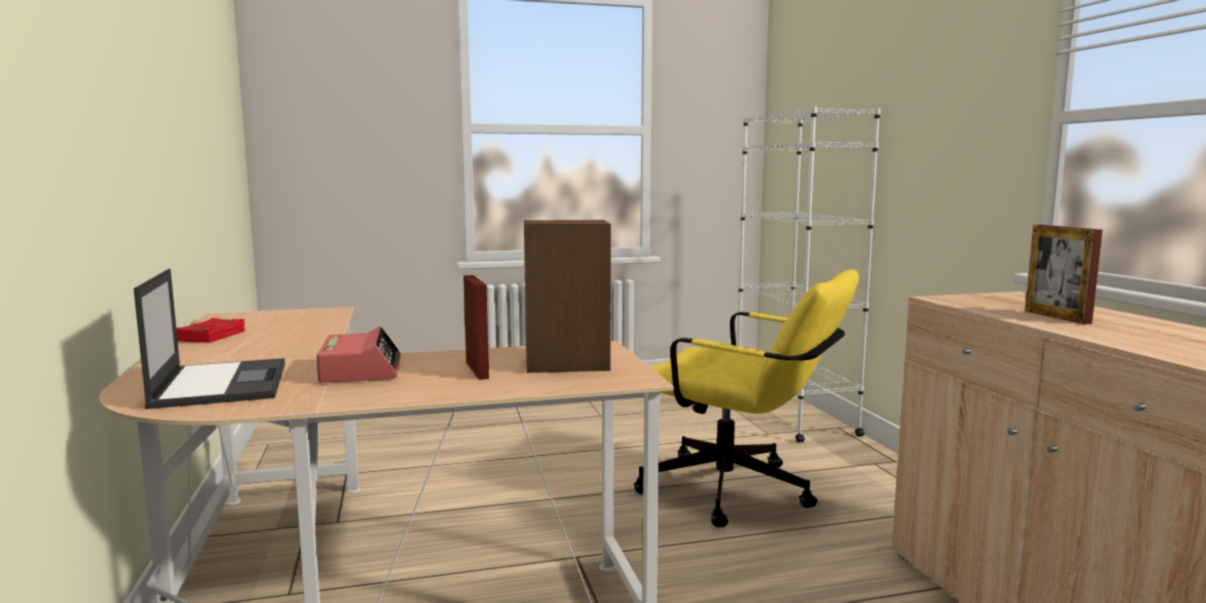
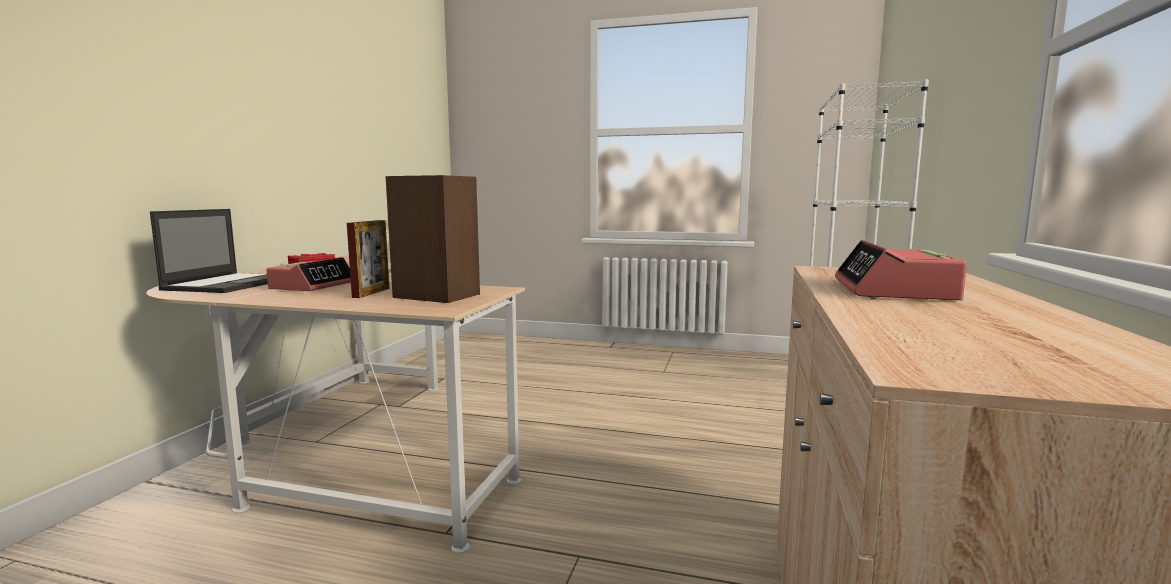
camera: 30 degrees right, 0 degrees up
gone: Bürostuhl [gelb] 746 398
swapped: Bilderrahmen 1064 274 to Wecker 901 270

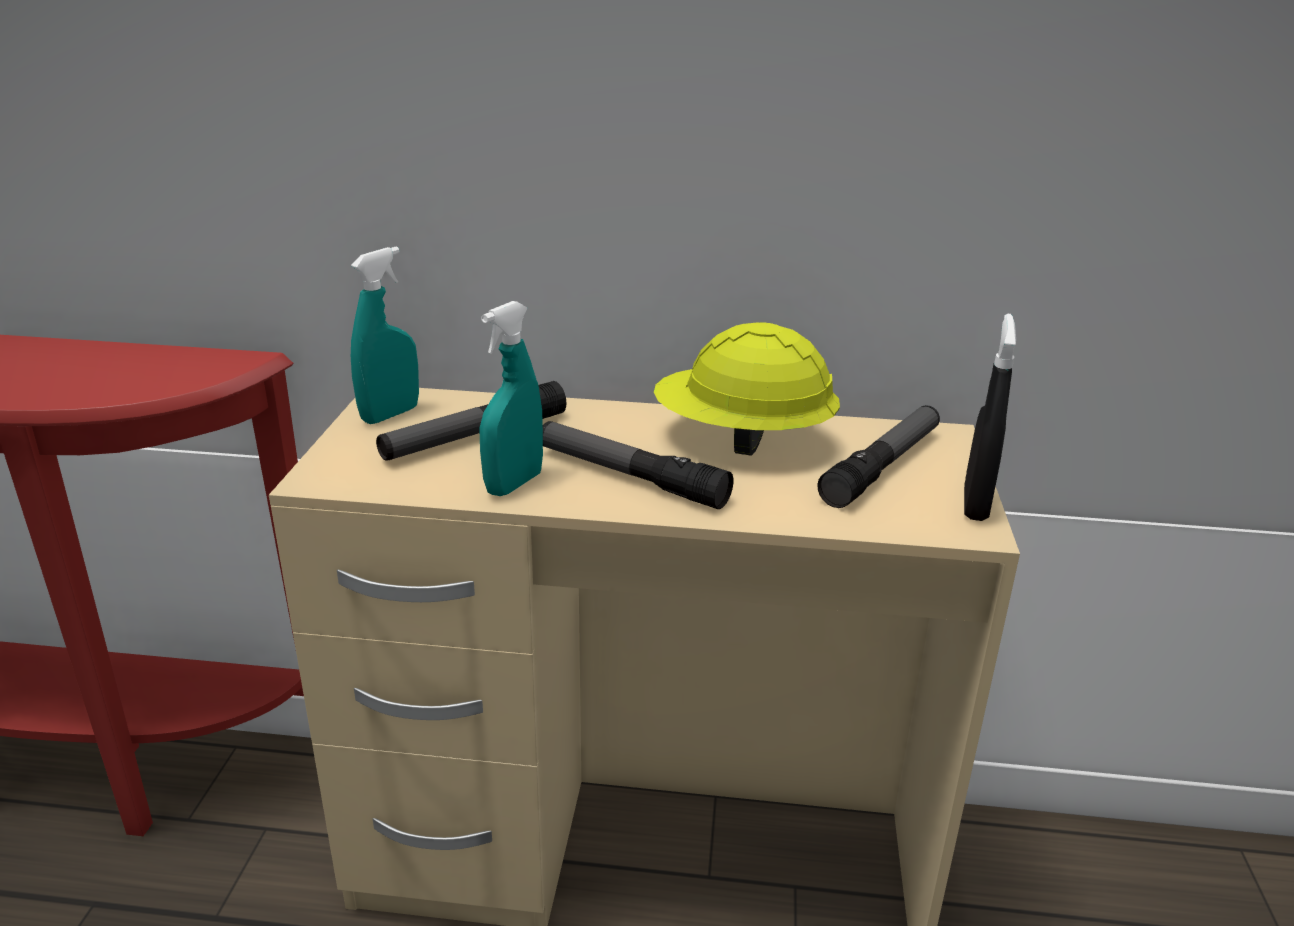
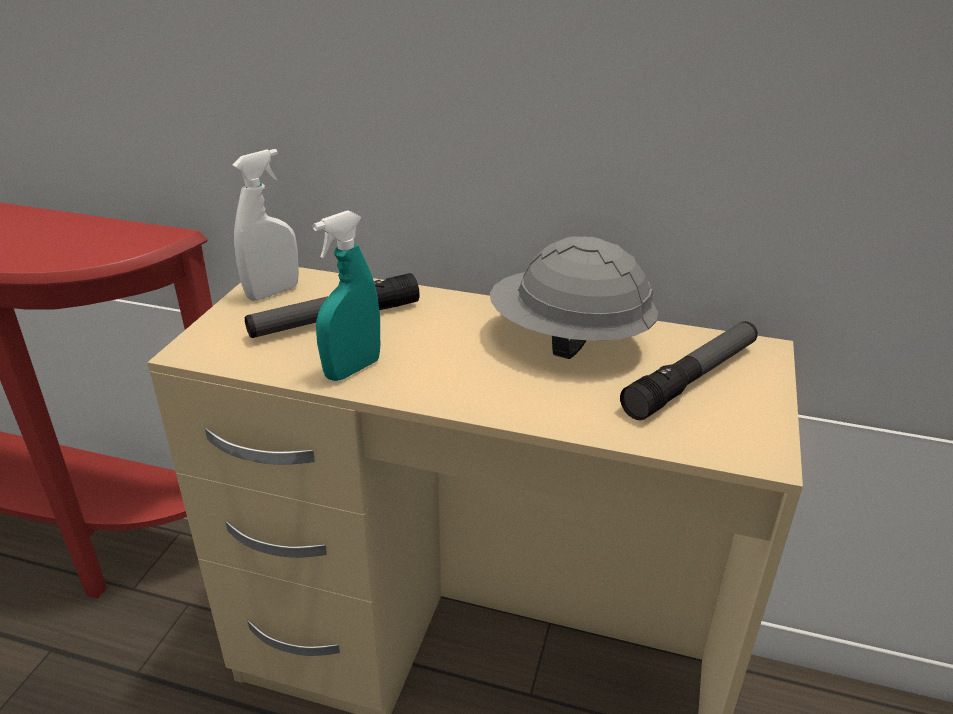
camera: 10 degrees right, 5 degrees up
gone: Taschenlampe 638 465; Sprühflasche [schwarz] 990 417
repainted: Sprühflasche [türkis] 385 335 to Sprühflasche [weiß] 265 225; Schutzhelm [gelb] 747 389 to Schutzhelm [grau] 574 297

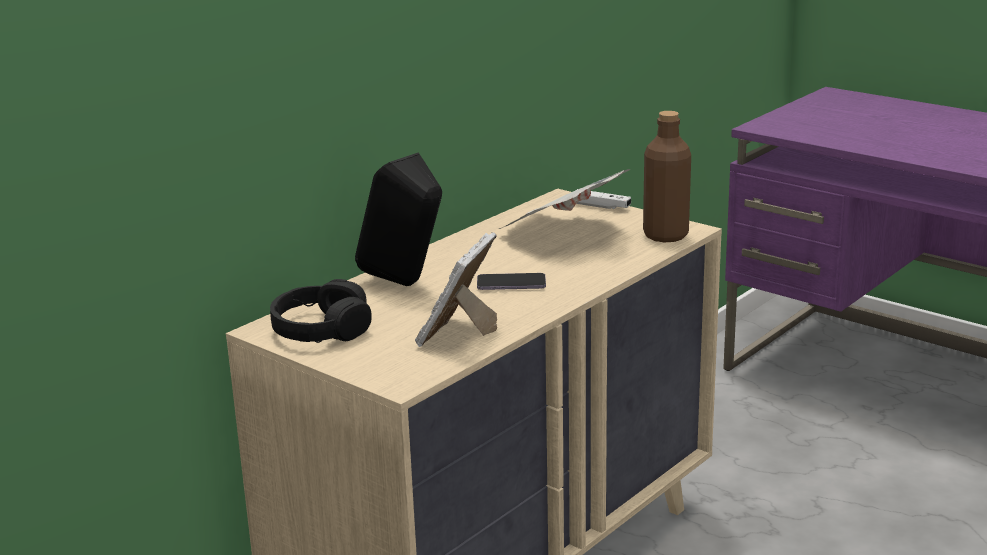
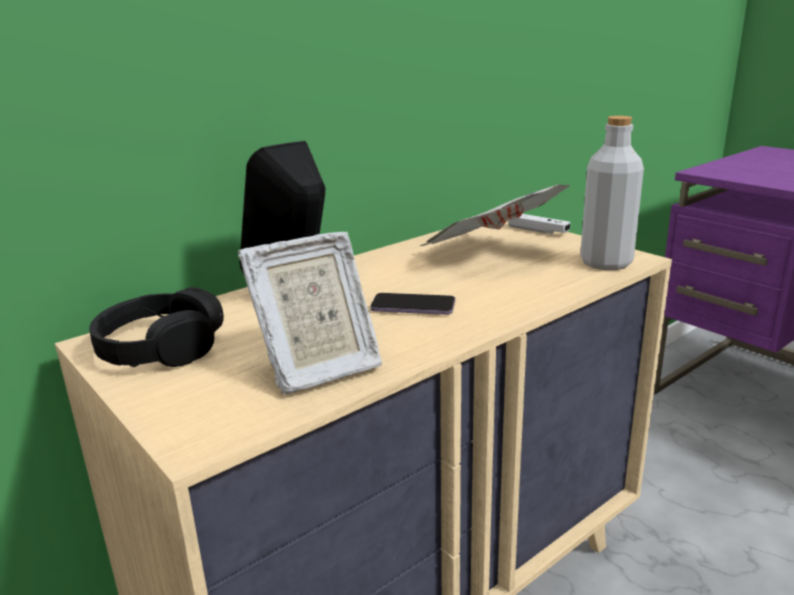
camera: 10 degrees right, 0 degrees up
repainted: Flasche [braun] 667 176 to Flasche [grau] 612 193
rotated: Bilderrahmen 456 290 = 310 313 150 degrees counterclockwise

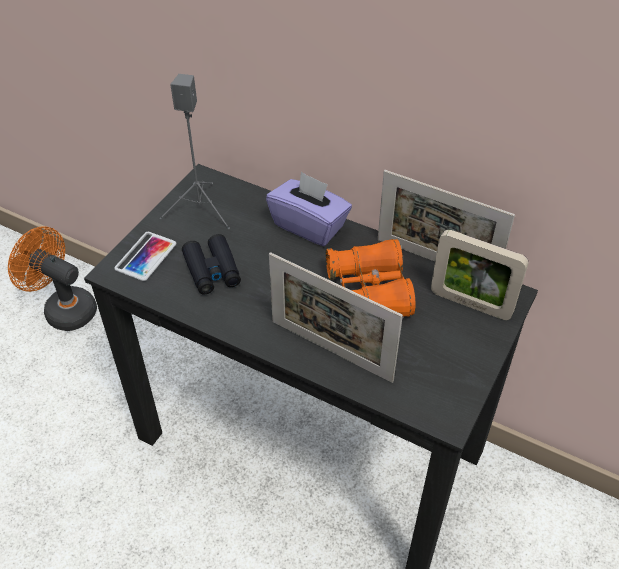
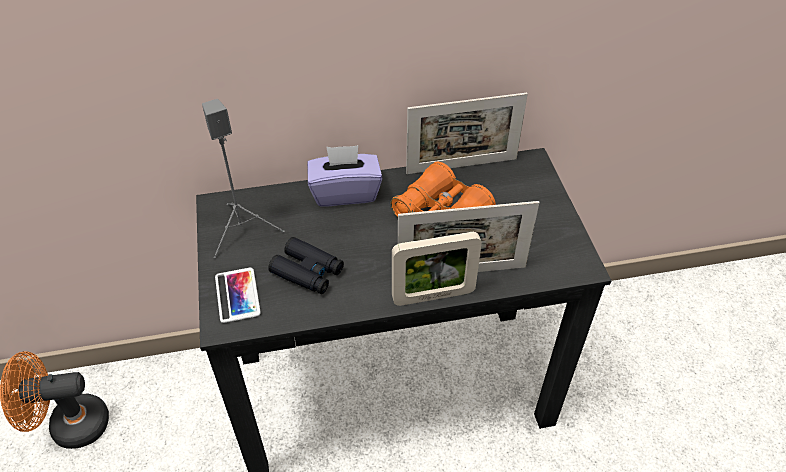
camera: 40 degrees left, 0 degrees up
shifted: Bilderrahmen 480 275 to 437 269

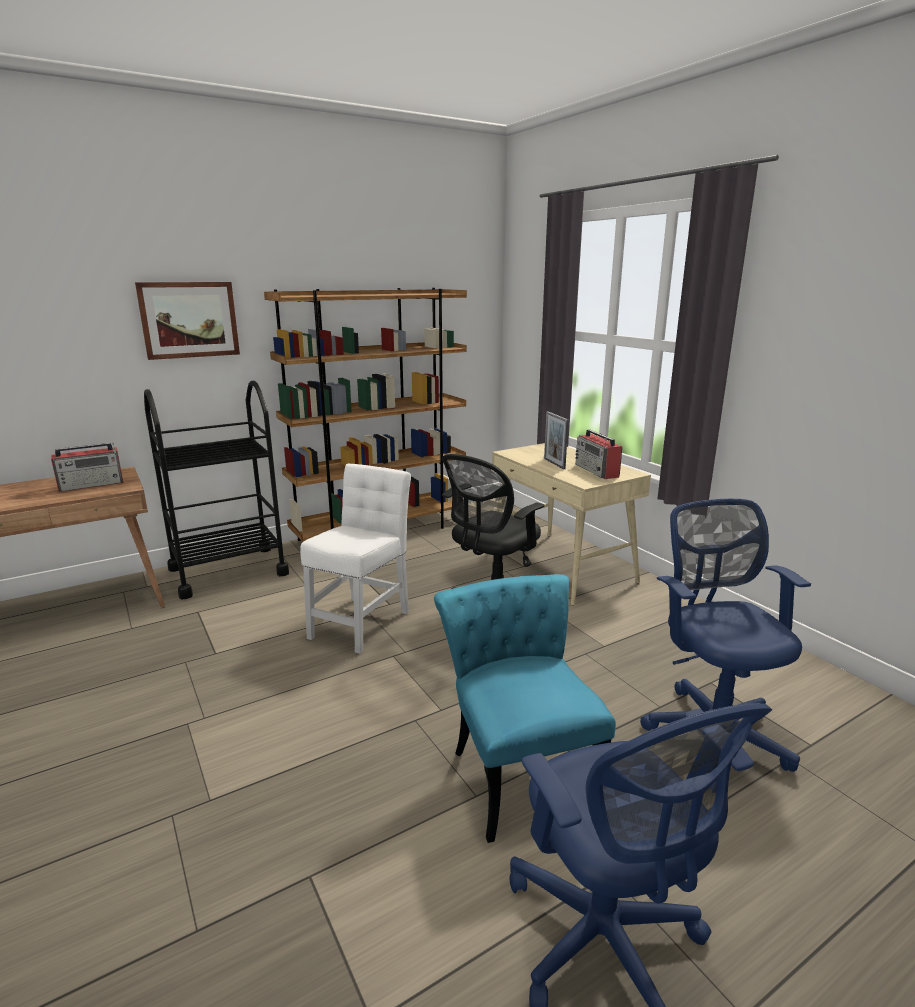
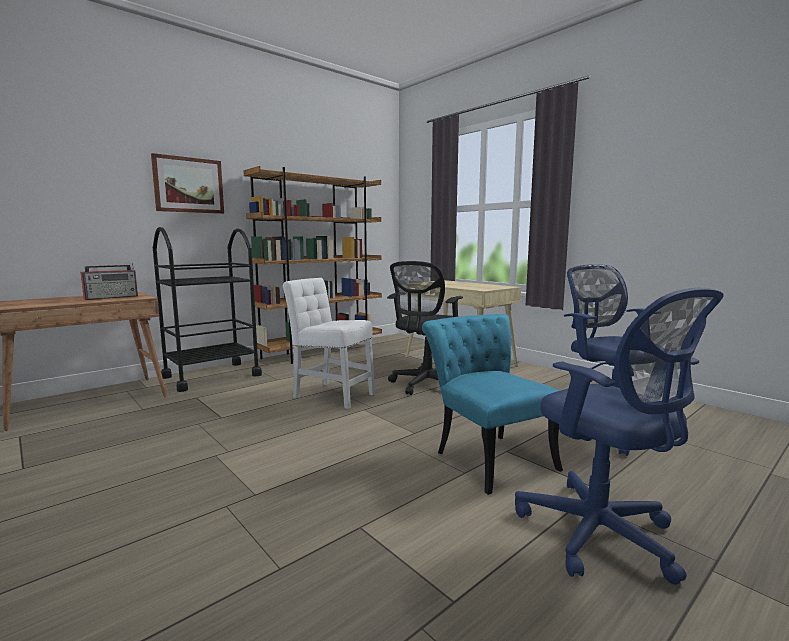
camera: 10 degrees left, 10 degrees down
gone: Bilderrahmen 556 440; Radio 598 454
rotated: Stuhl [weiß] 355 559 = 329 343 75 degrees counterclockwise

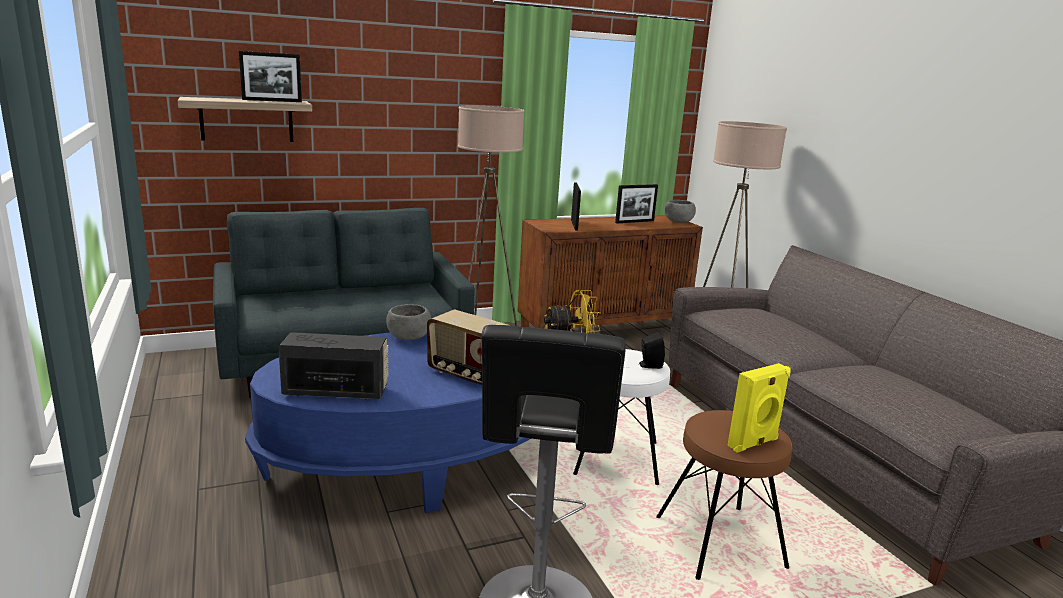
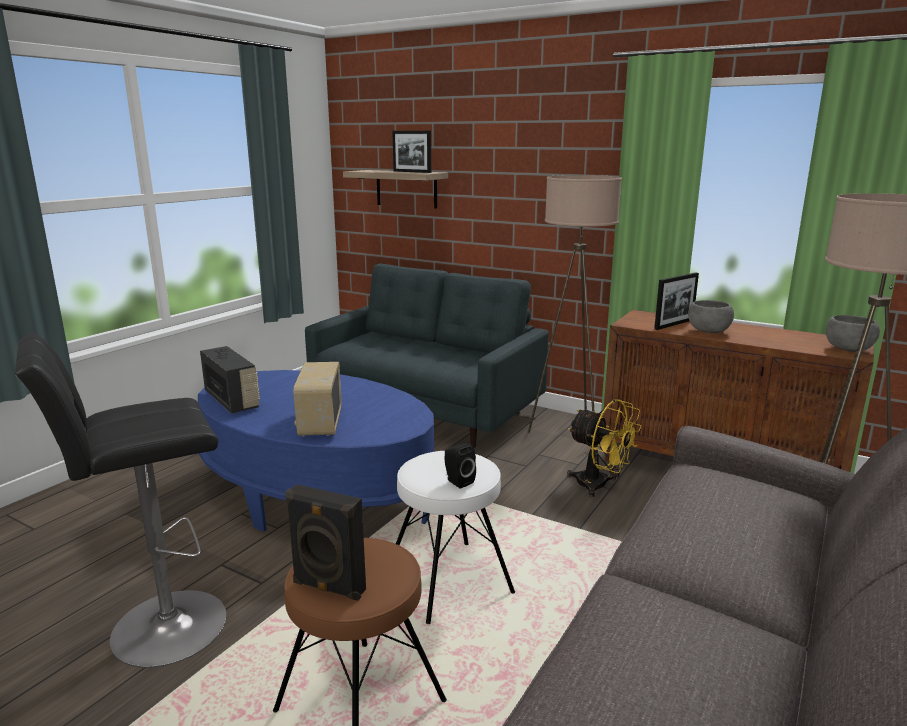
camera: 55 degrees right, 0 degrees up
gone: Bilderrahmen 636 203
shifted: Schüssel [grau] 408 322 to 711 316
repainted: Lautsprecher [gelb] 759 408 to Lautsprecher [schwarz] 325 542

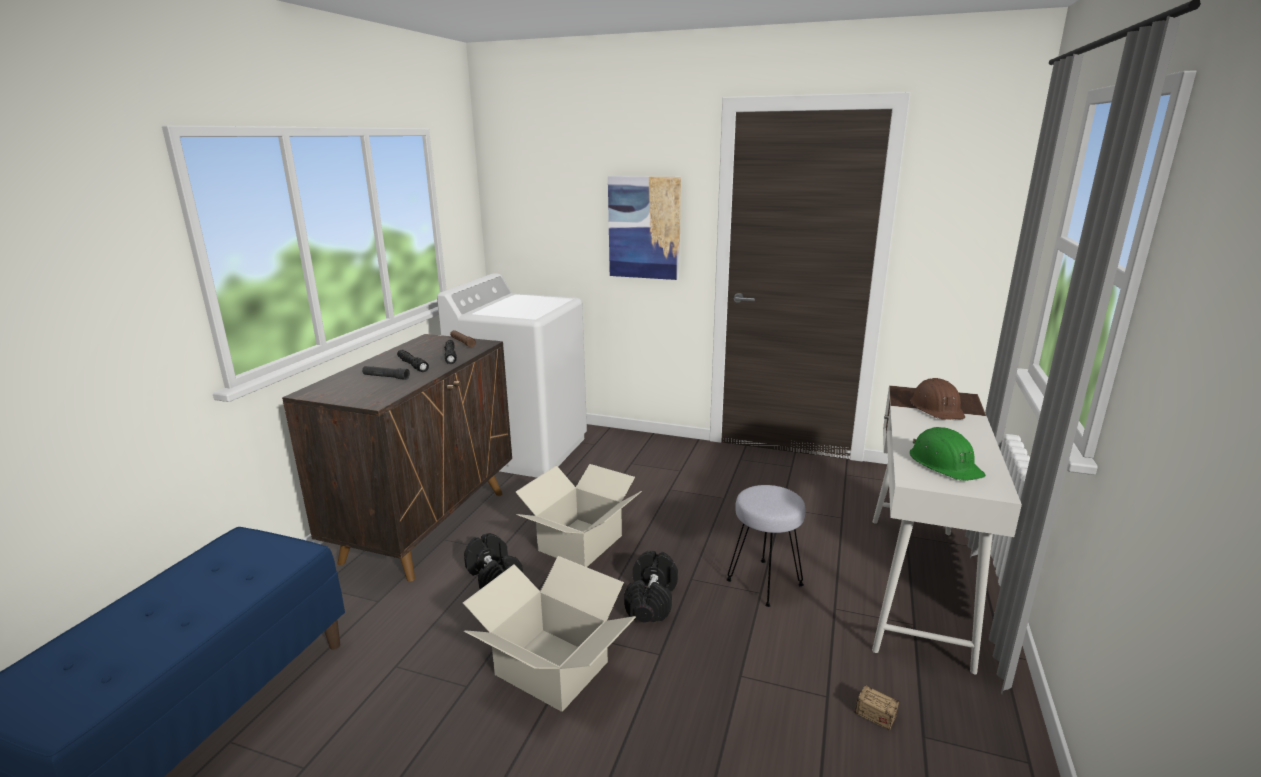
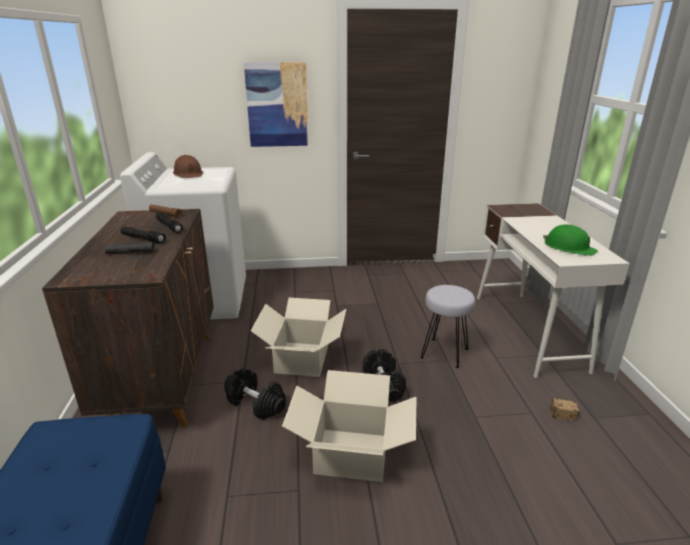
camera: 25 degrees left, 5 degrees up
shifted: Schutzhelm [braun] 937 399 to 188 166

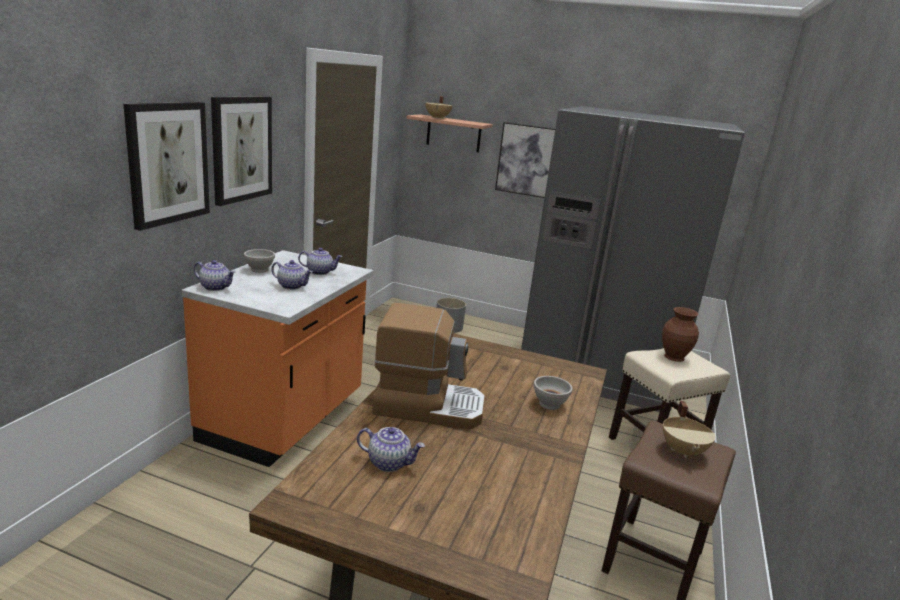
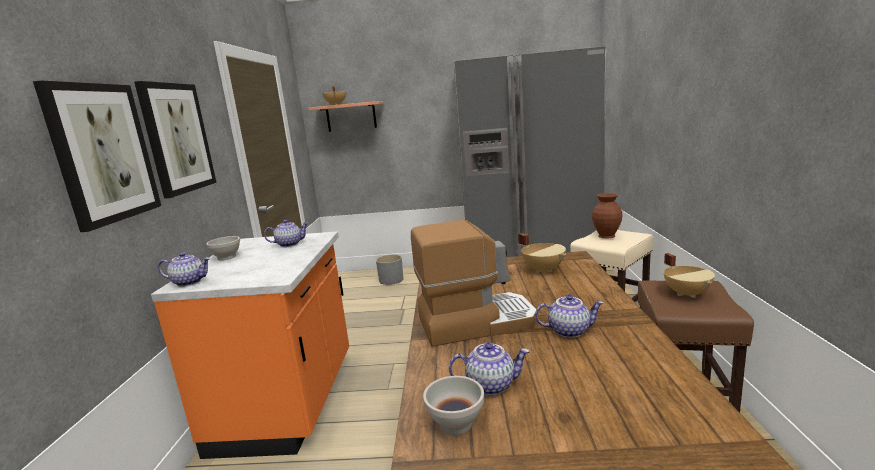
camera: 15 degrees left, 5 degrees down
gone: Bild 525 160
new: Kochtopf [beige] 542 253
shifted: Teekanne 292 275 to 569 316; Schüssel [weiß] 553 393 to 454 405

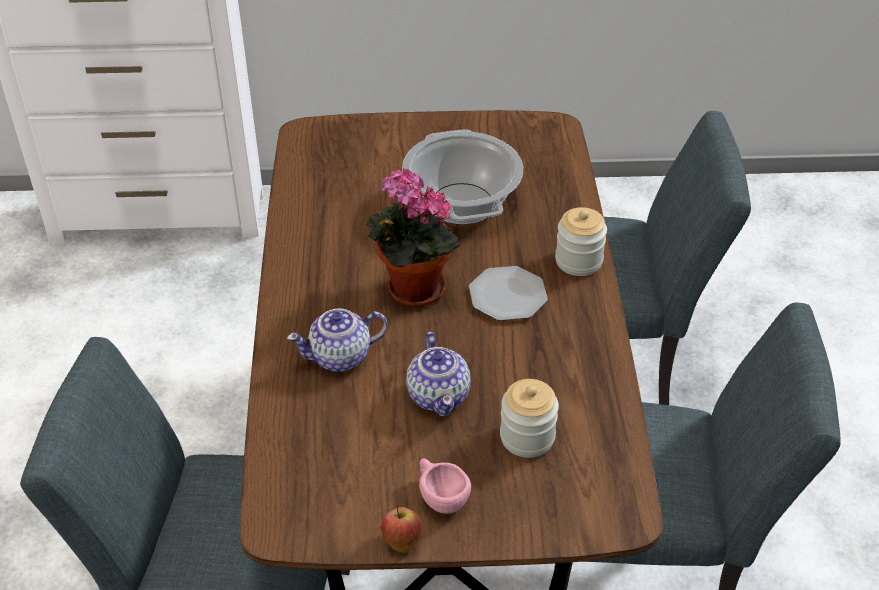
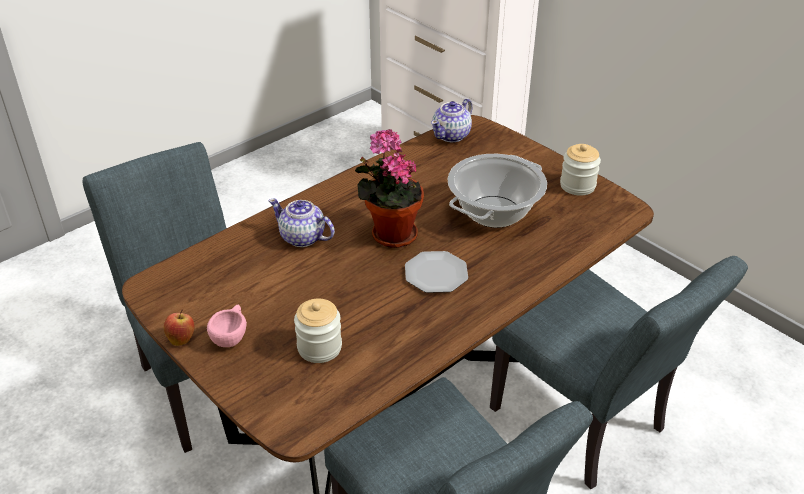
camera: 50 degrees right, 5 degrees down
shifted: Teekanne 438 374 to 451 120; Vorratsglas 581 241 to 580 170

